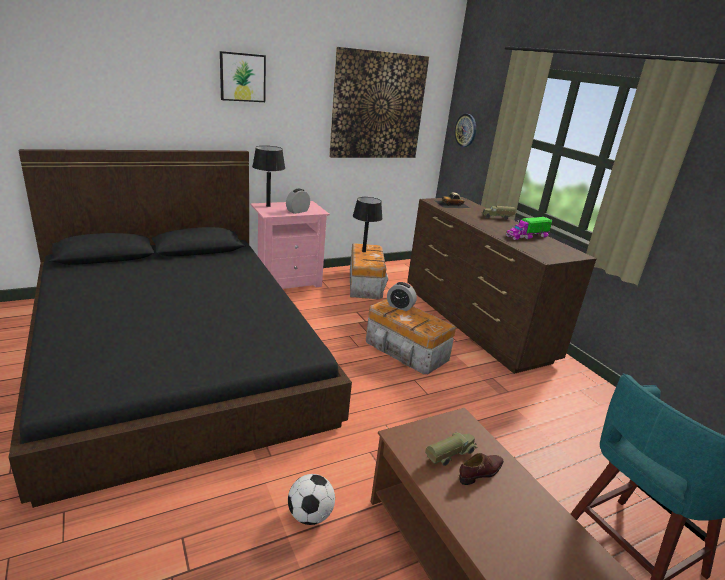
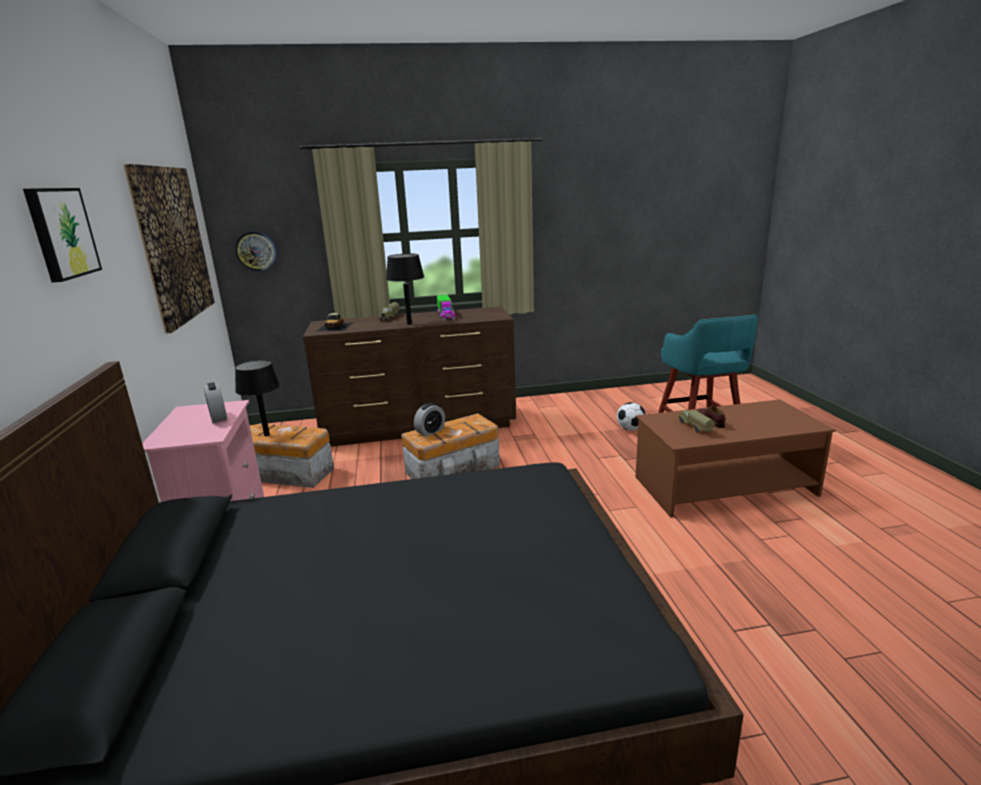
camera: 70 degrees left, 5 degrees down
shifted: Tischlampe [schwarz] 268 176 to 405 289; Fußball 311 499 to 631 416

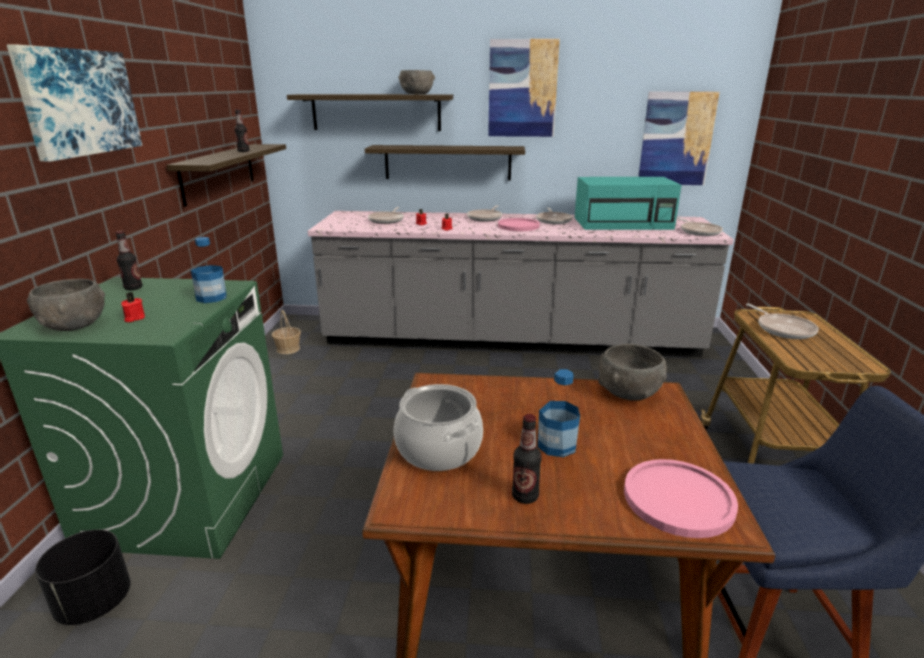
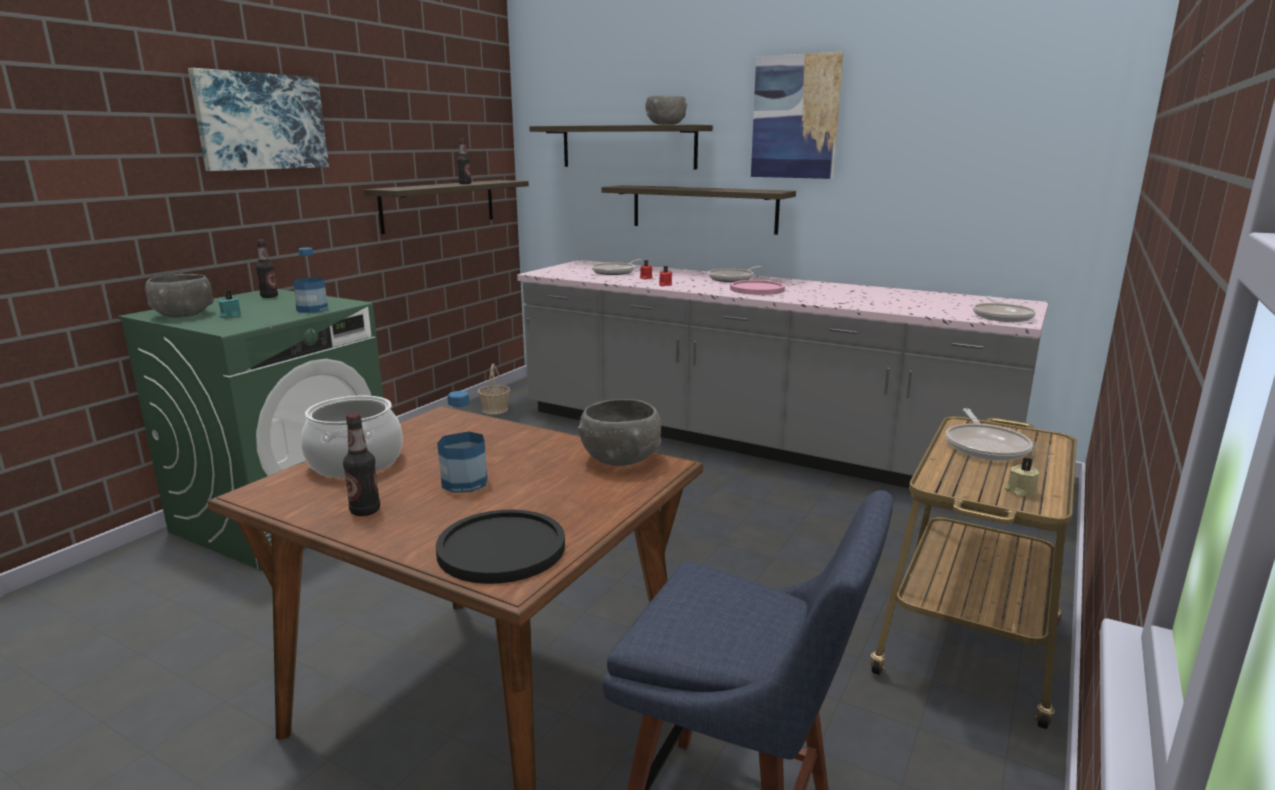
camera: 25 degrees right, 5 degrees down
gone: Pflanzkübel [schwarz] 83 577; Pfanne 554 215; Mikrowelle [türkis] 628 203; Bild 679 138
new: Kerze [beige] 1022 477
repainted: Kerze [rot] 133 307 to Kerze [türkis] 230 304; Teller [rosa] 681 498 to Teller [schwarz] 500 547

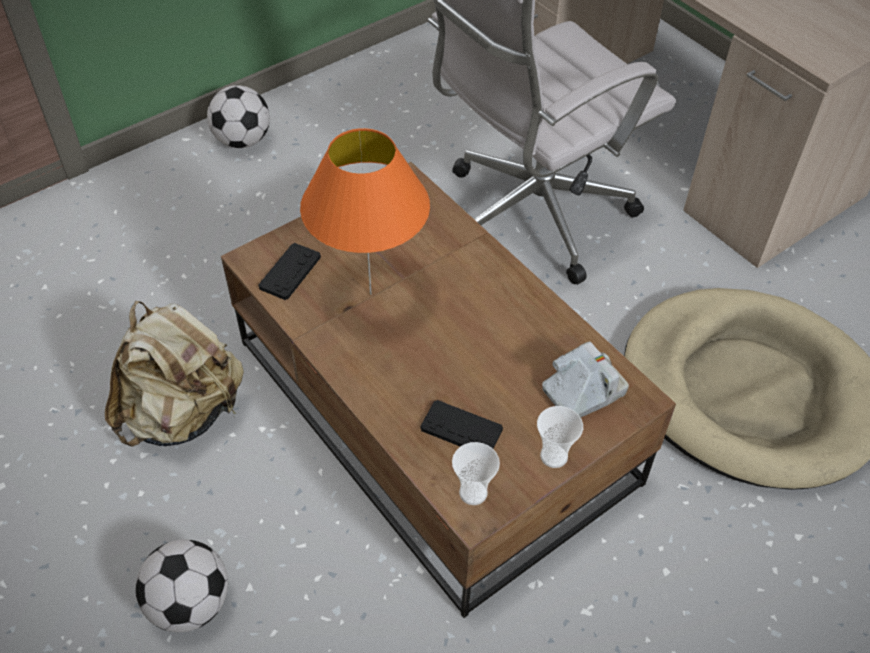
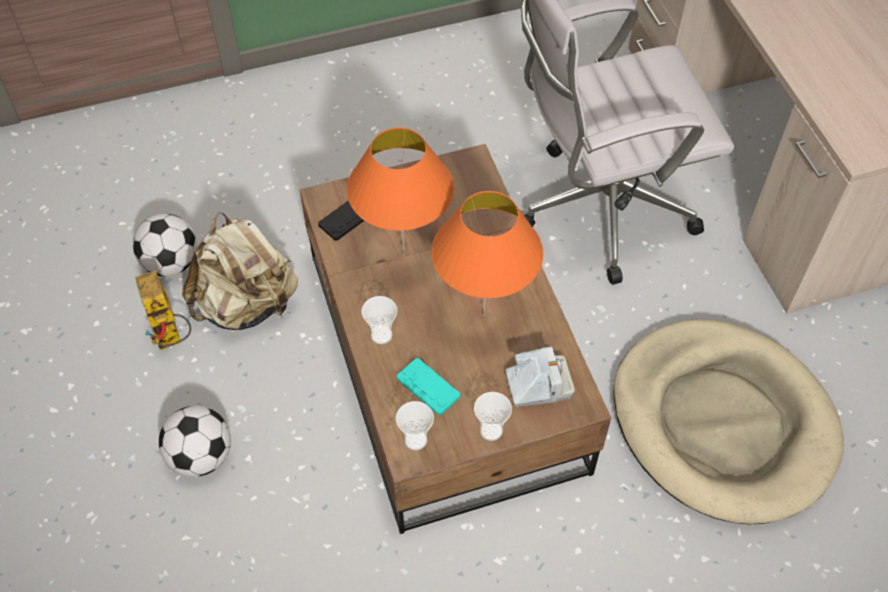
camera: 20 degrees right, 5 degrees up
new: Spielzeugroboter 163 310; Tasse 379 320; Tischlampe [orange] 487 253
shifted: Fußball 238 116 to 165 245
repainted: Gamepad [schwarz] 461 424 to Gamepad [türkis] 428 386

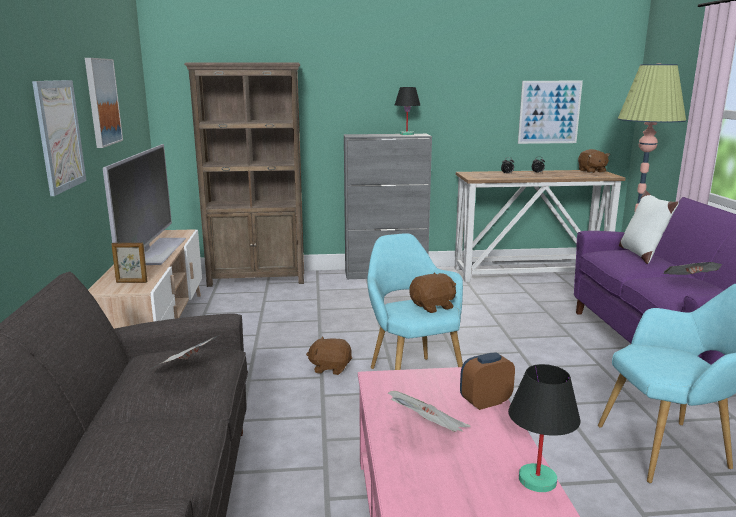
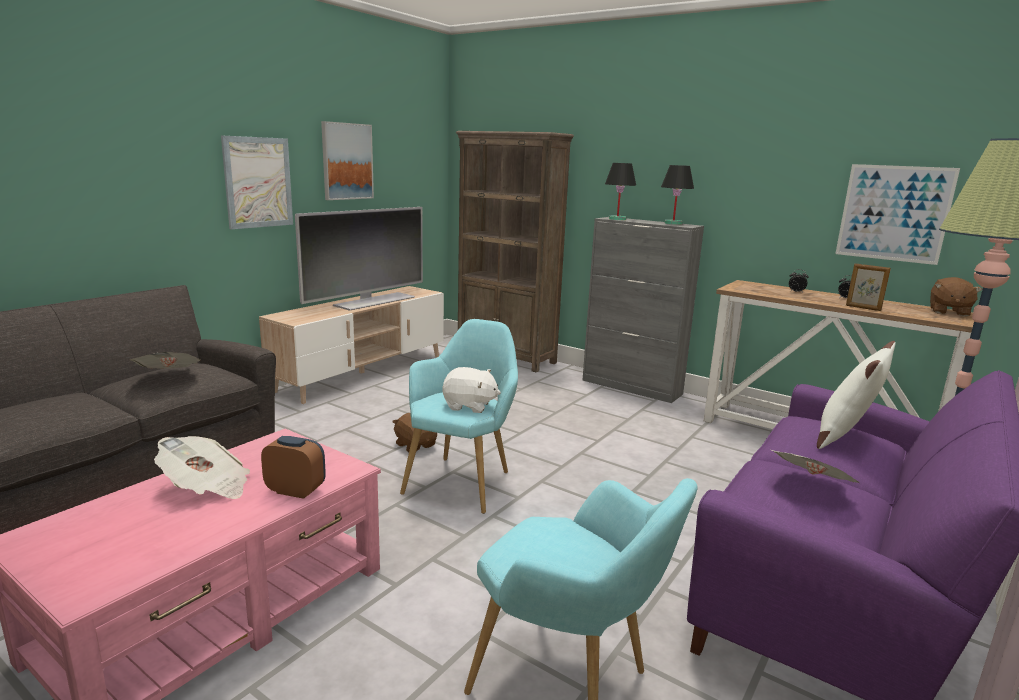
camera: 40 degrees right, 0 degrees up
shifted: Bilderrahmen 129 263 to 868 287; Tischlampe [schwarz] 544 428 to 620 191
repainted: Plüschtier [braun] 432 293 to Plüschtier [weiß] 472 390

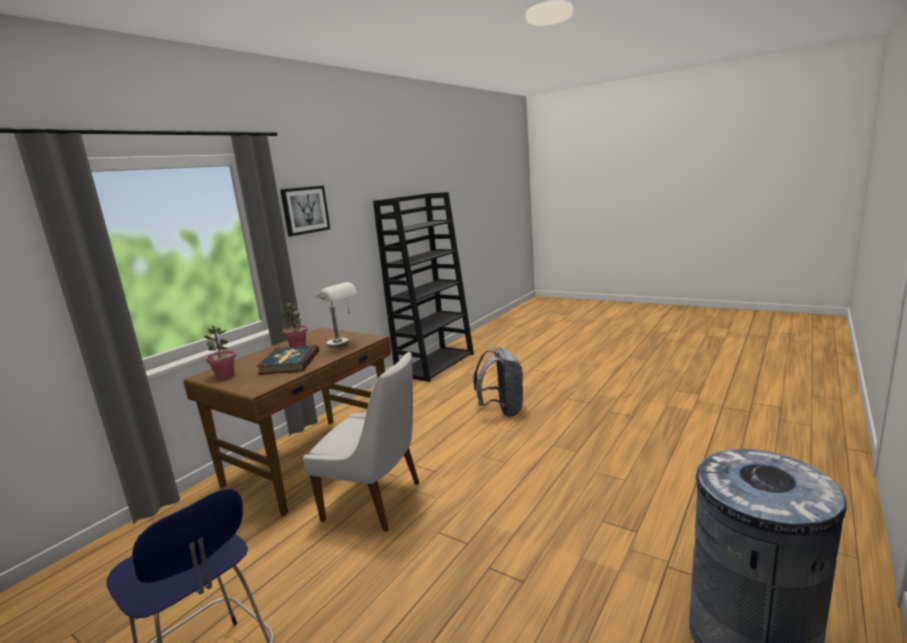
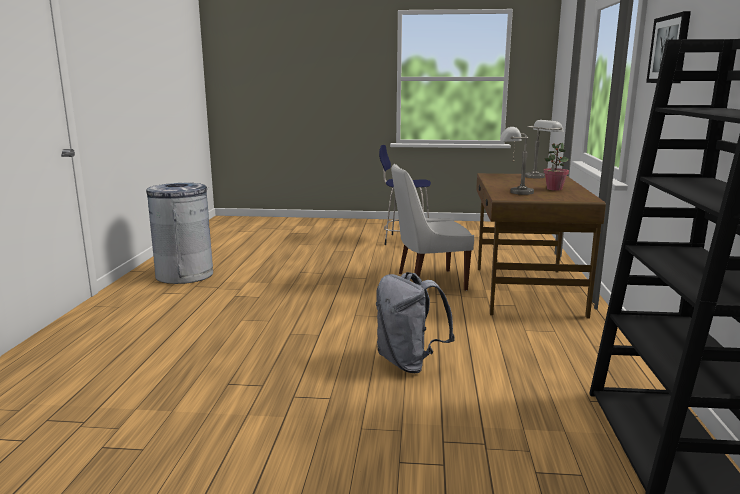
camera: 150 degrees right, 0 degrees up
gone: Buch 288 359
swapped: Topfpflanze 220 352 to Tischlampe [grau] 544 149

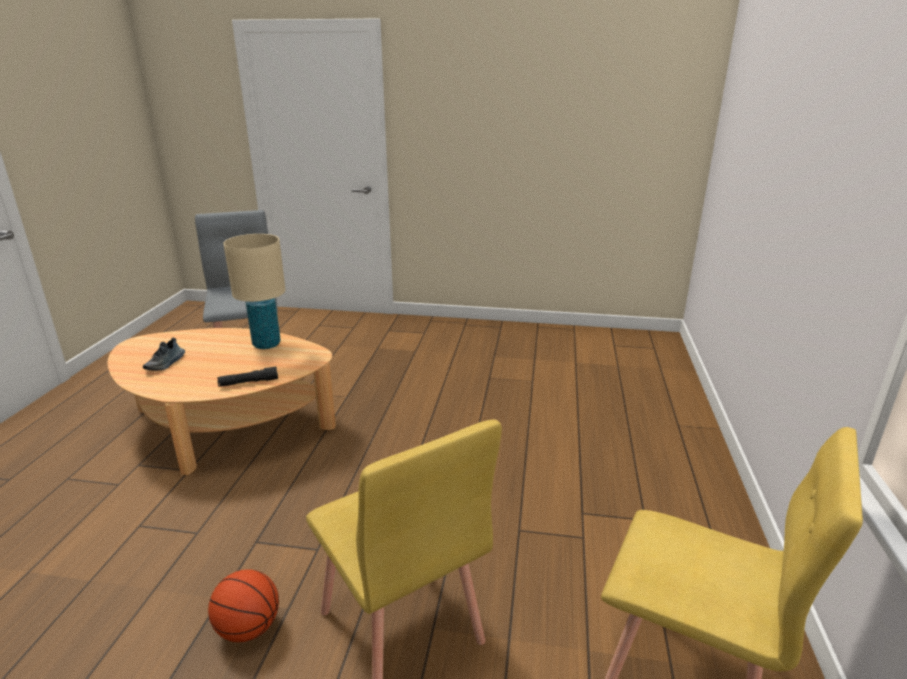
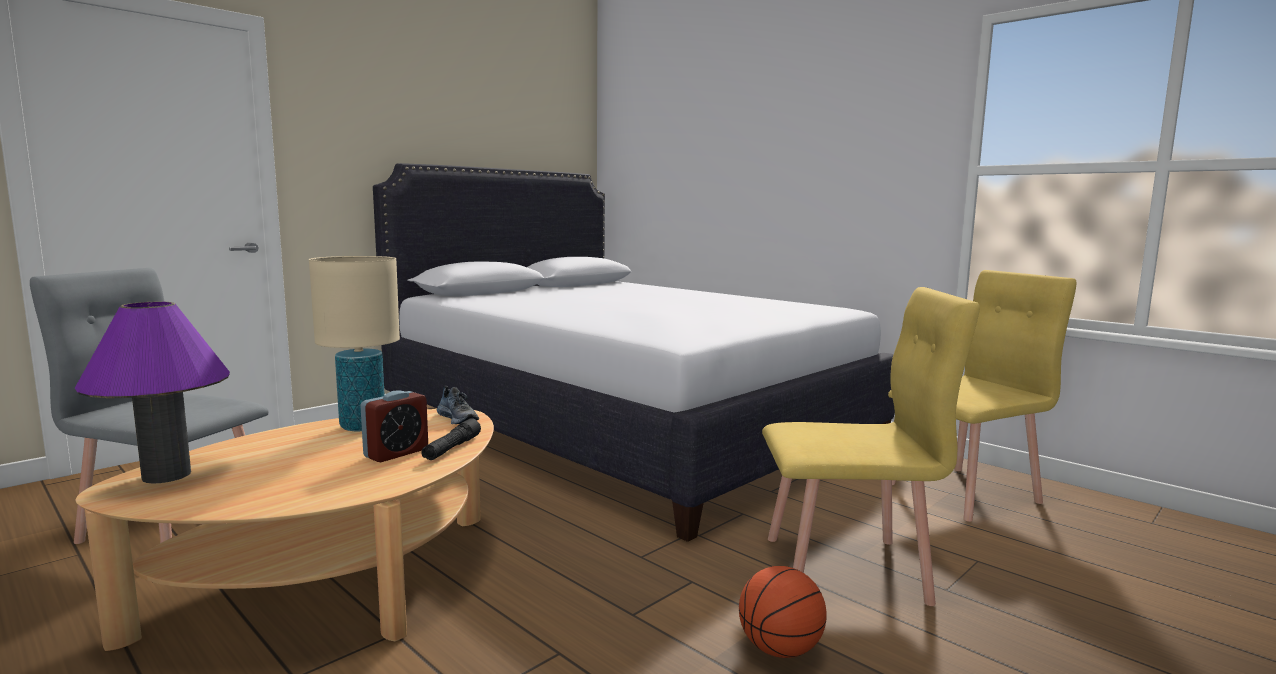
camera: 55 degrees left, 15 degrees down
new: Tischlampe [lila] 152 392; Wecker 394 426; Bett [weiß] 634 352
shifted: Schuh 164 354 to 458 405

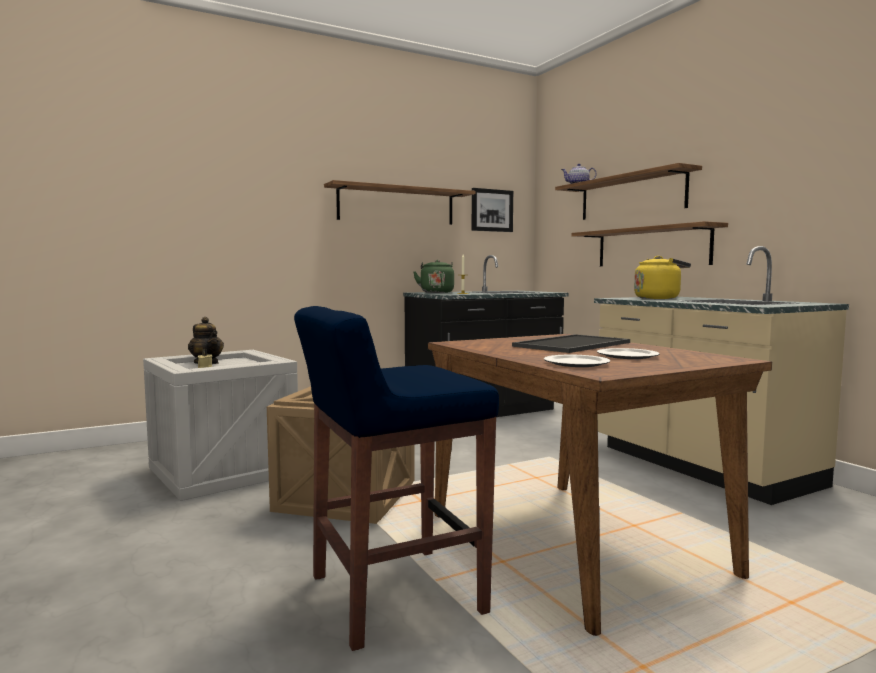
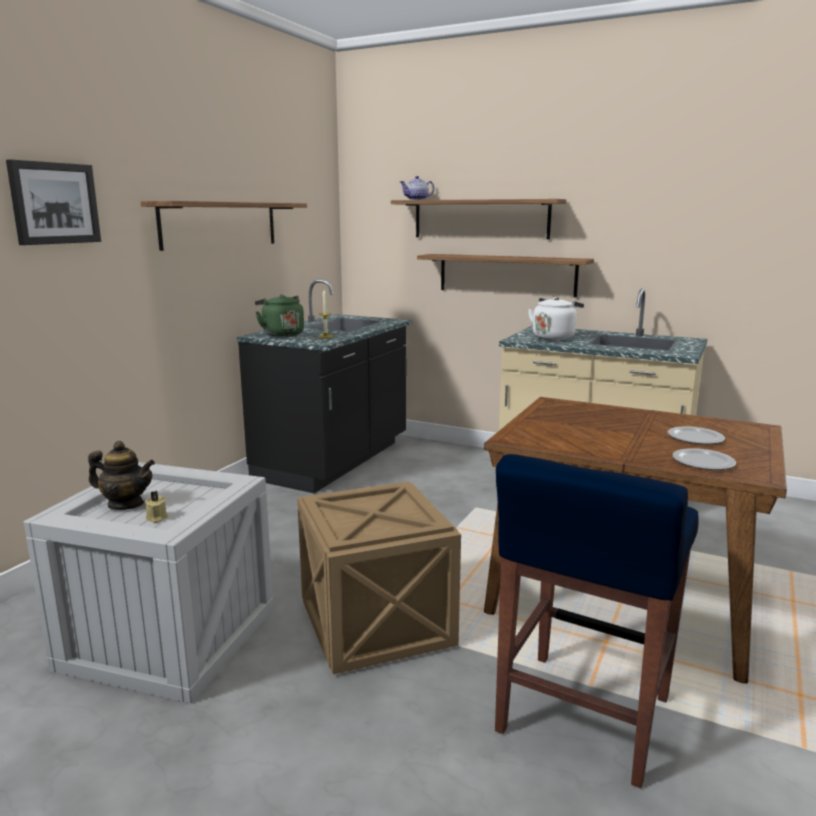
camera: 35 degrees left, 10 degrees up
gone: Tablett 571 343
shifted: Bild 492 210 to 53 202
repainted: Wasserkessel [gelb] 662 277 to Wasserkessel [weiß] 556 318

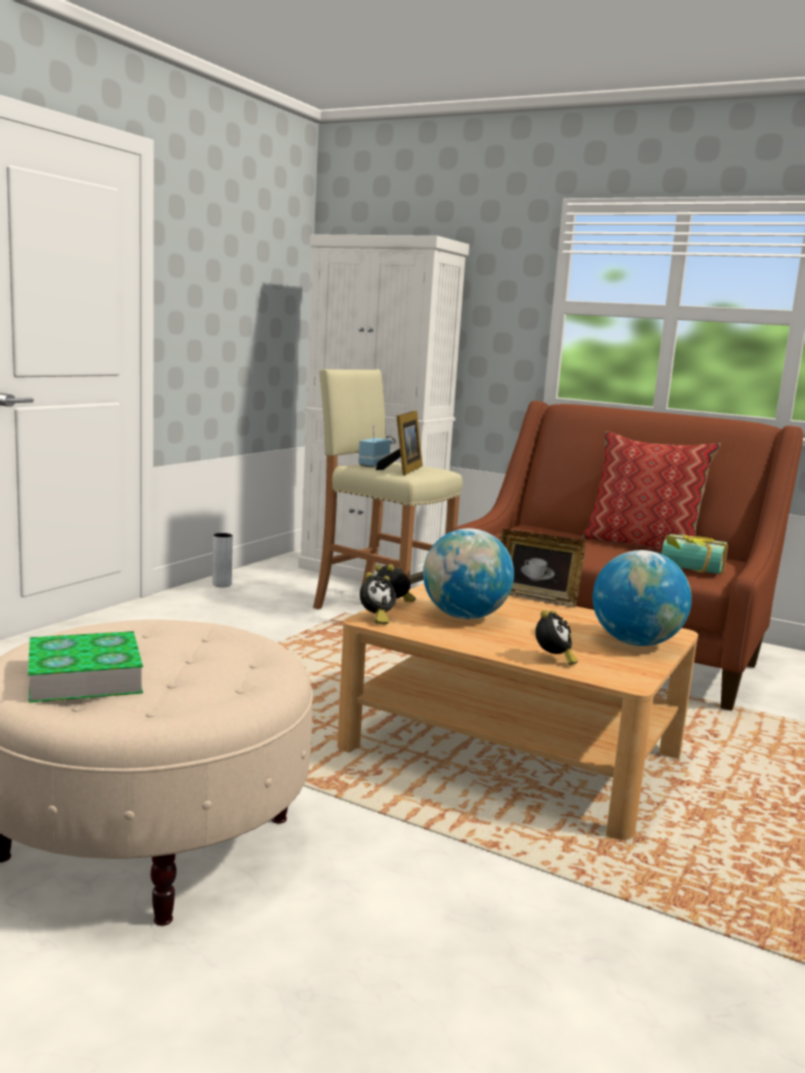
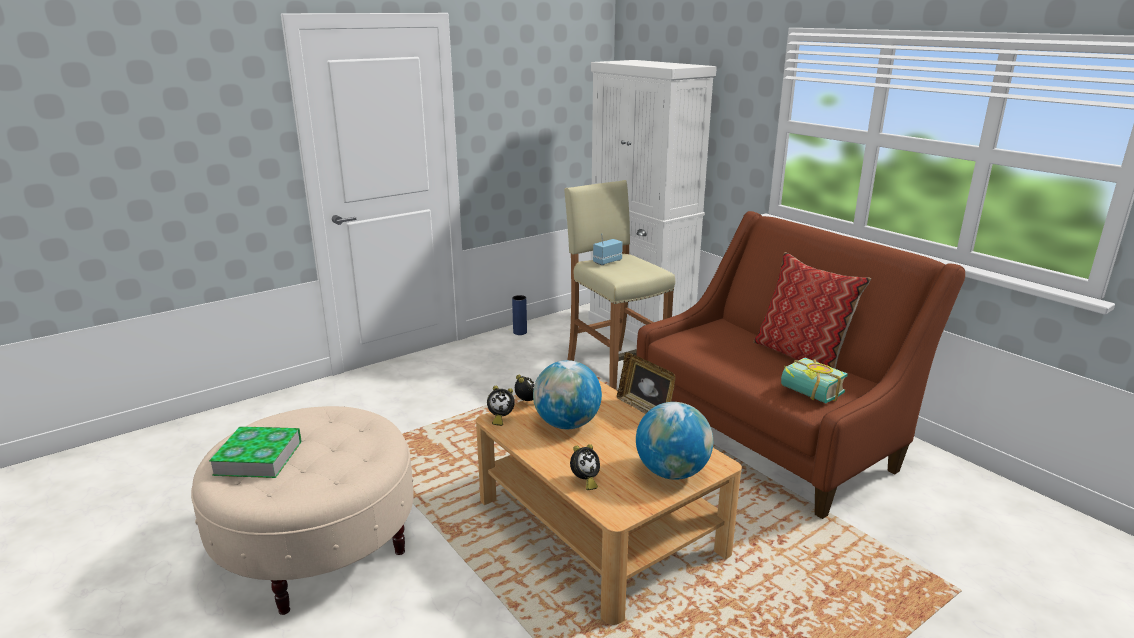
camera: 25 degrees right, 10 degrees up
gone: Bilderrahmen 399 443
repainted: Vase [grau] 222 560 to Vase [blau] 519 315

